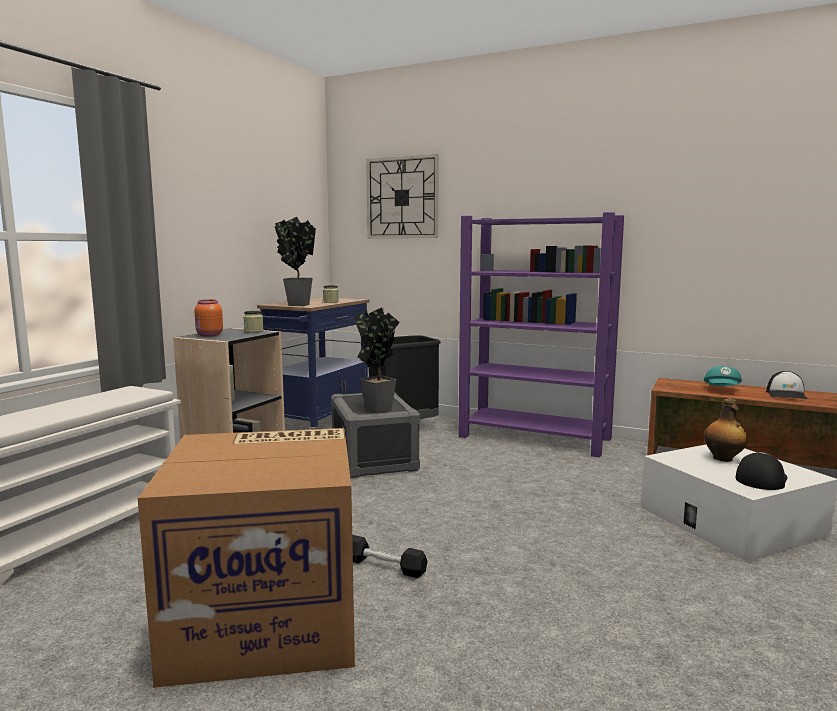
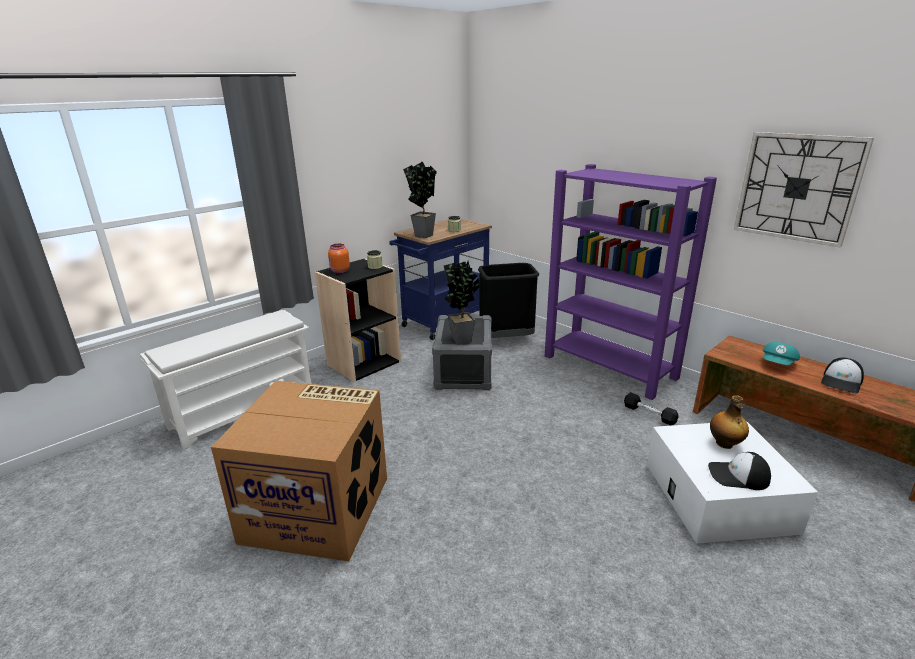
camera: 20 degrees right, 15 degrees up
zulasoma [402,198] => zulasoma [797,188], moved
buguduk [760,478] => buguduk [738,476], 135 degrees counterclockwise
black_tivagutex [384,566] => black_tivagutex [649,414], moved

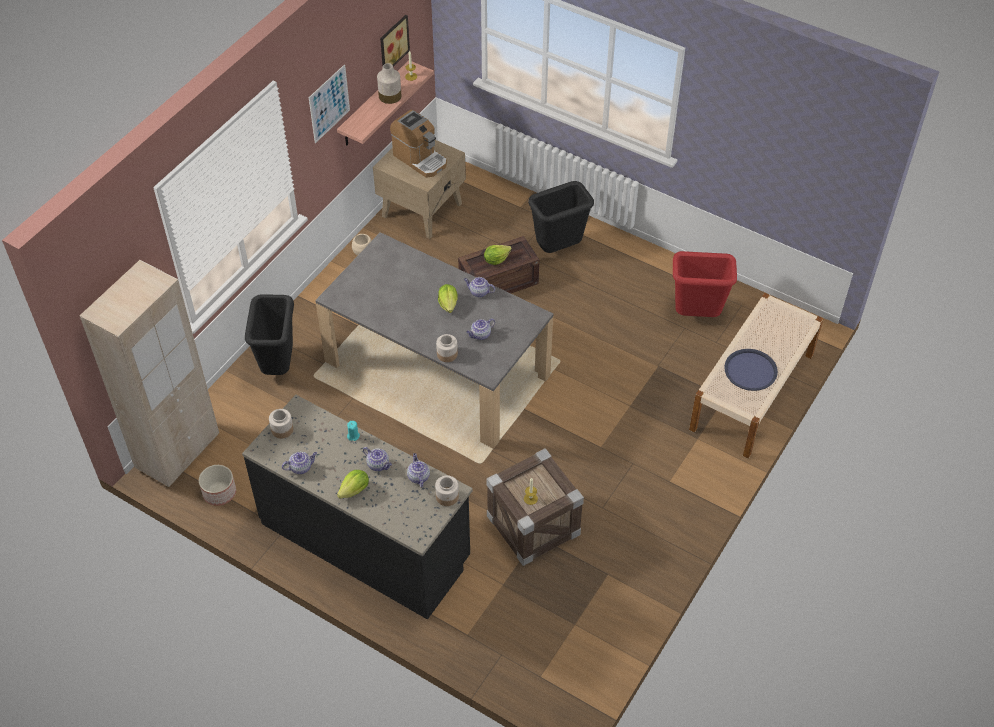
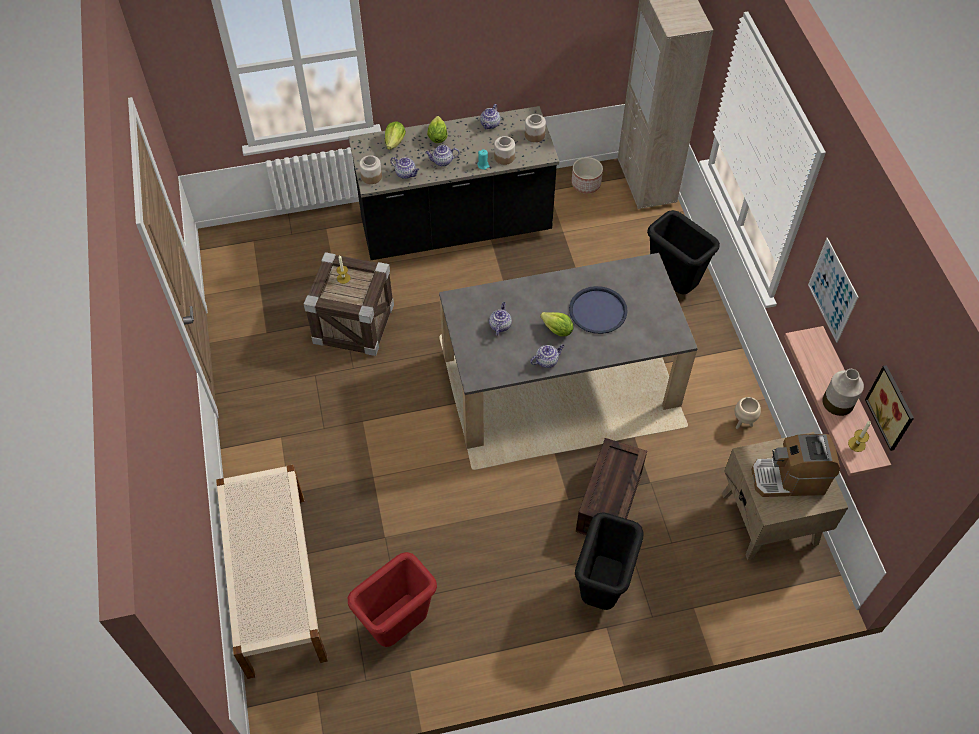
camera: 135 degrees right, 5 degrees up
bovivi [496,260] => bovivi [395,142], moved
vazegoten [447,354] => vazegoten [504,157], moved
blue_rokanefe [750,370] => blue_rokanefe [598,311], moved

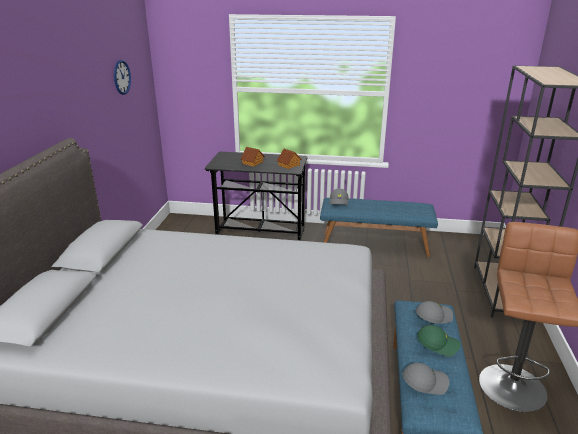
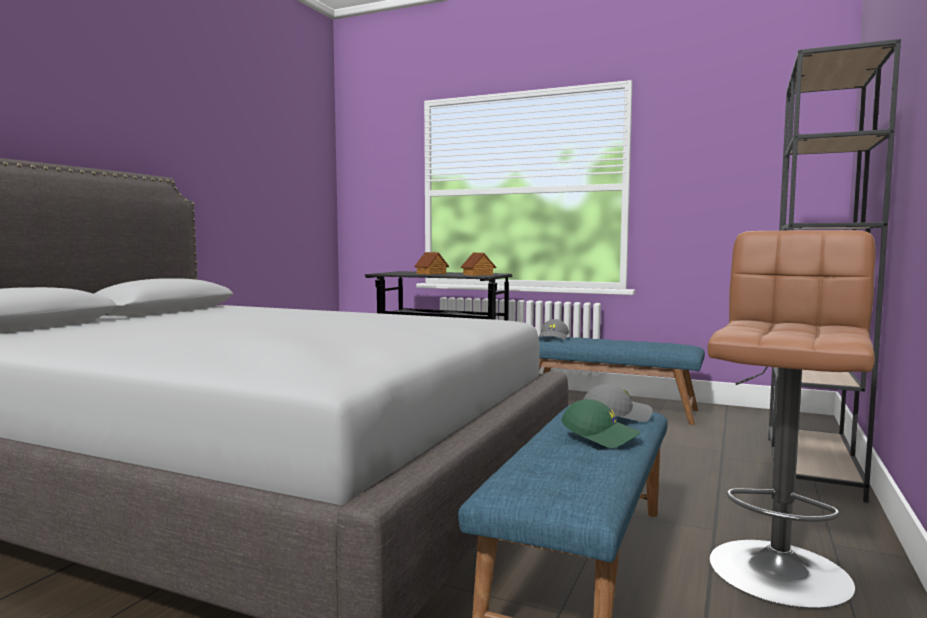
camera: 15 degrees right, 20 degrees down
zulasoma [122,77] => nothing
grey_buguduk [424,382] => nothing

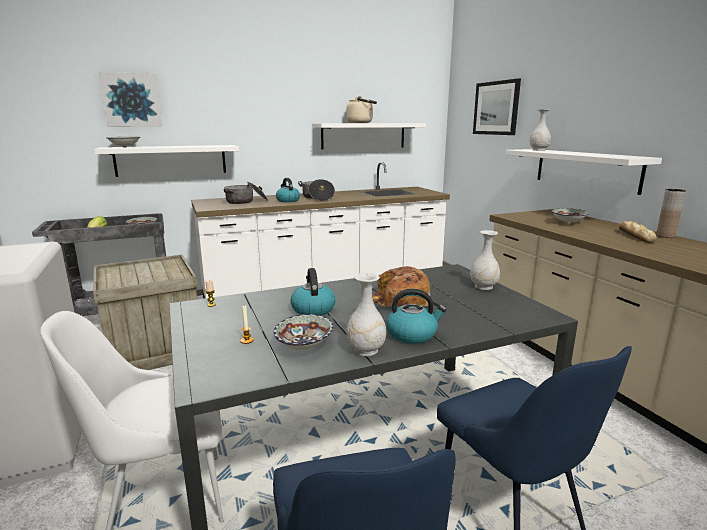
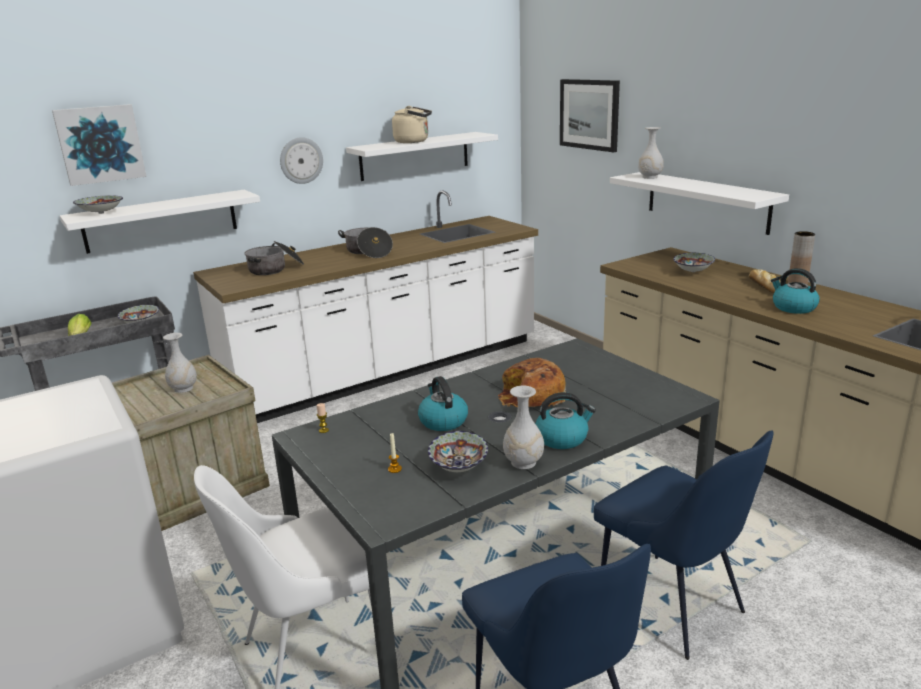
camera: 10 degrees left, 5 degrees up
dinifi [287,200] => dinifi [793,307], moved
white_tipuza [484,287] => white_tipuza [184,389], moved
nothing => zulasoma [301,160]

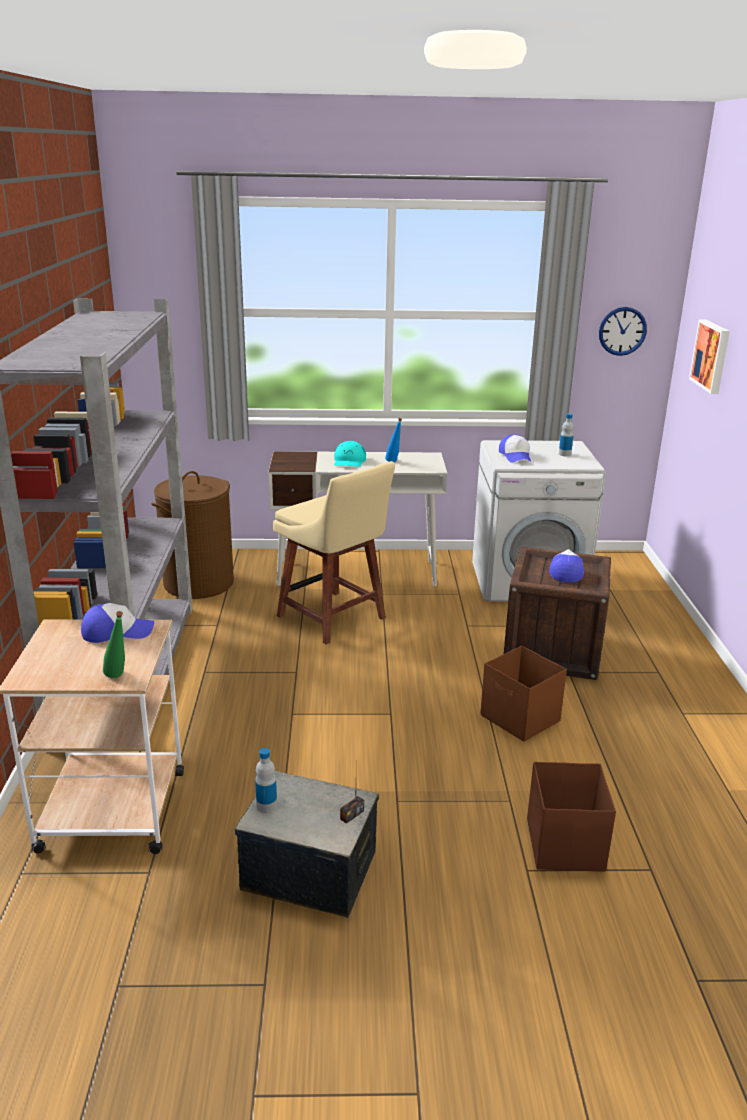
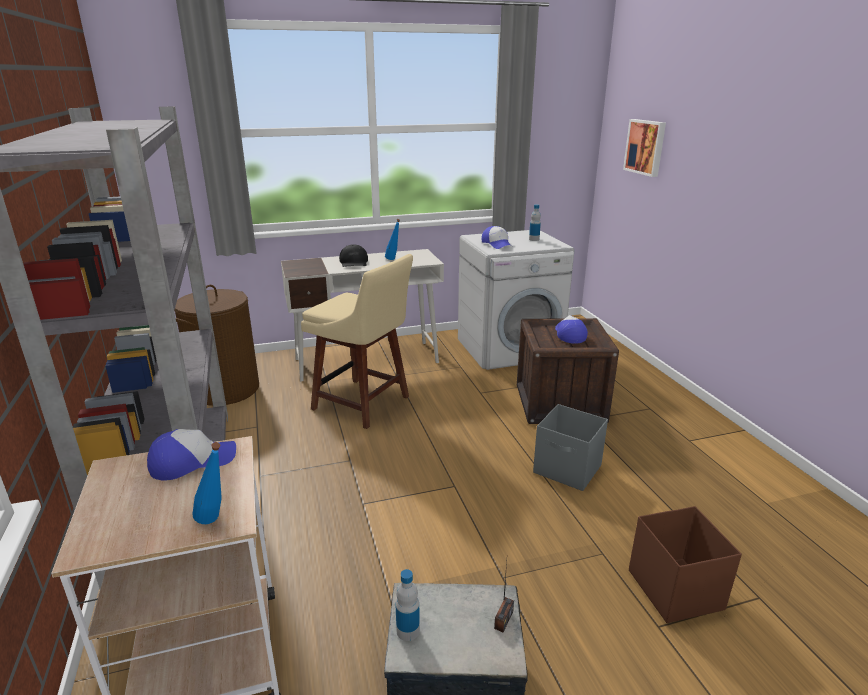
camera: 15 degrees left, 0 degrees up
zulasoma [622,331] => nothing
turquoise_buguduk [349,461] => black_buguduk [354,262]
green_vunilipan [119,678] => blue_vunilipan [216,522]
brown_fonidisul [520,719] => grey_fonidisul [568,470]

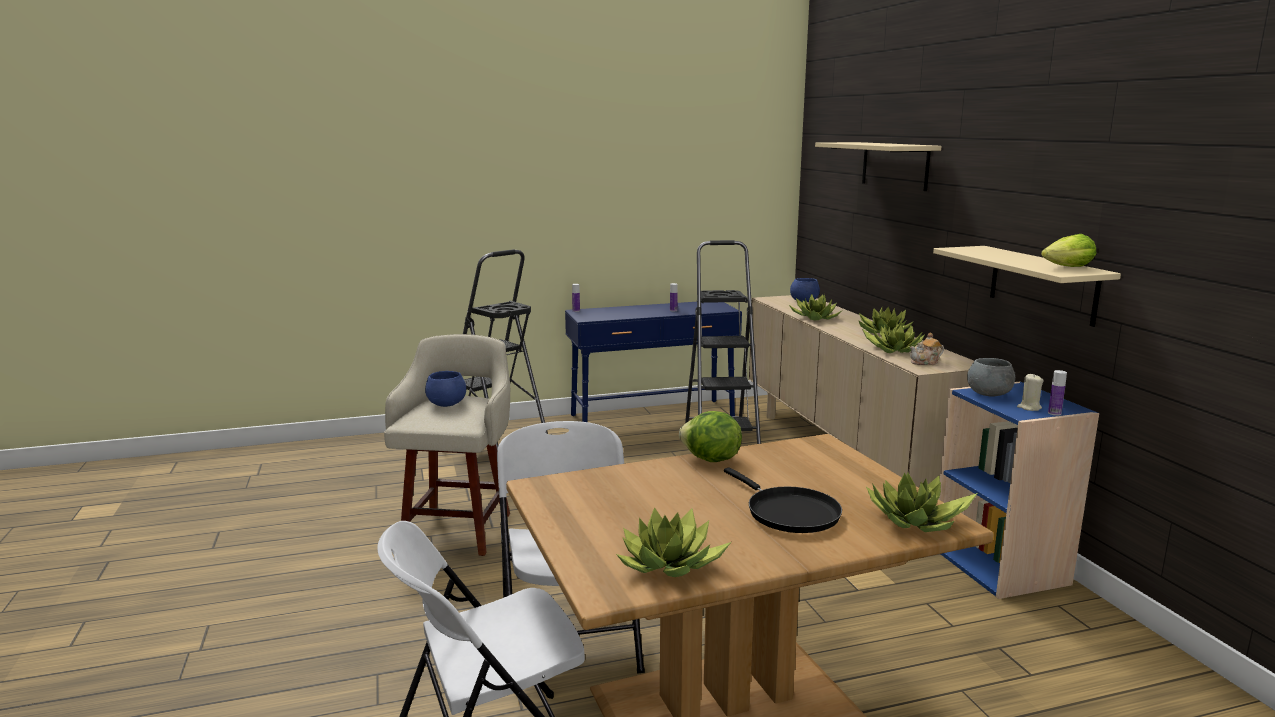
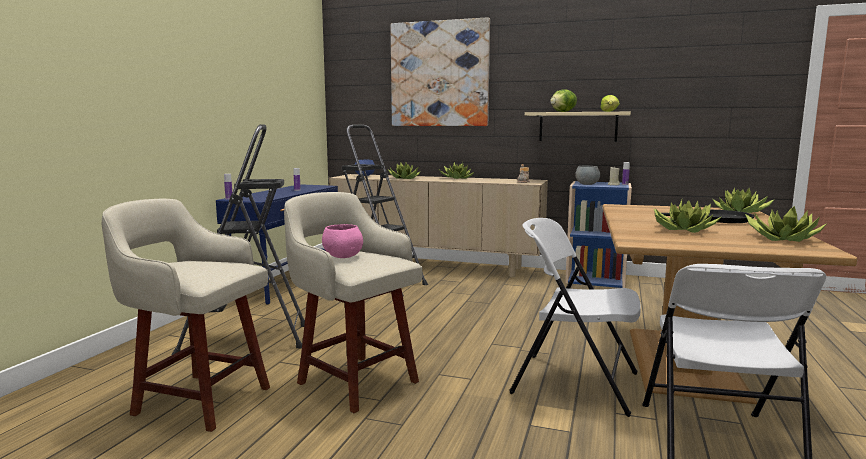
camera: 55 degrees left, 5 degrees down
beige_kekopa [894,165] => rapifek [439,74]
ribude [894,349] => ribude [681,229], moved
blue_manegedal [447,404] => pink_manegedal [343,256]
bovivi [710,460] => bovivi [563,112], moved
nothing => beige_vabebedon [198,400]

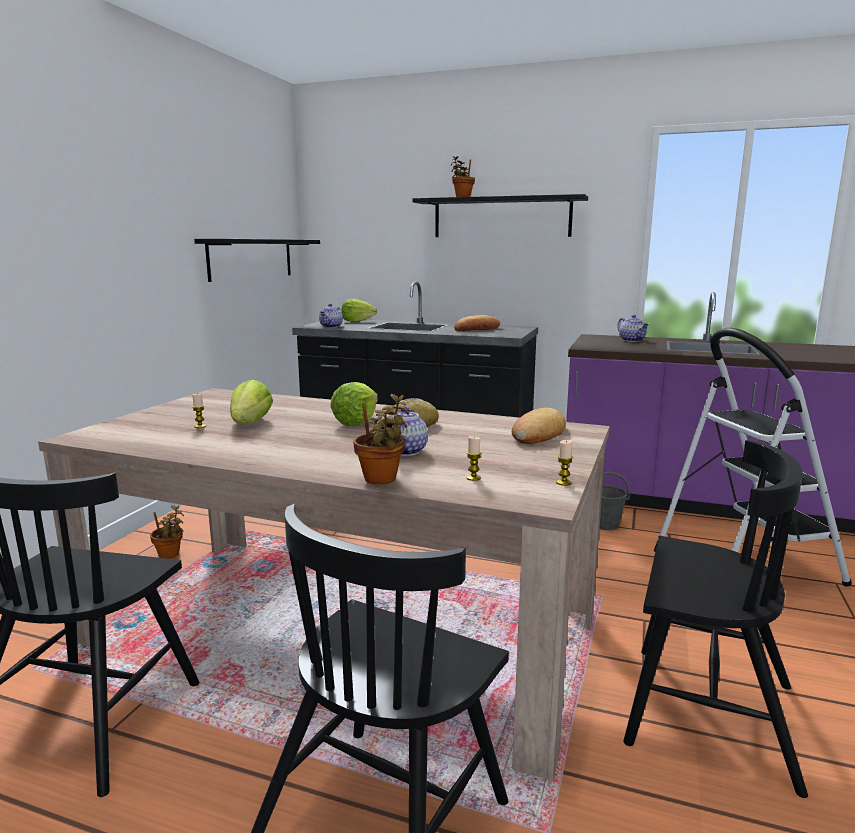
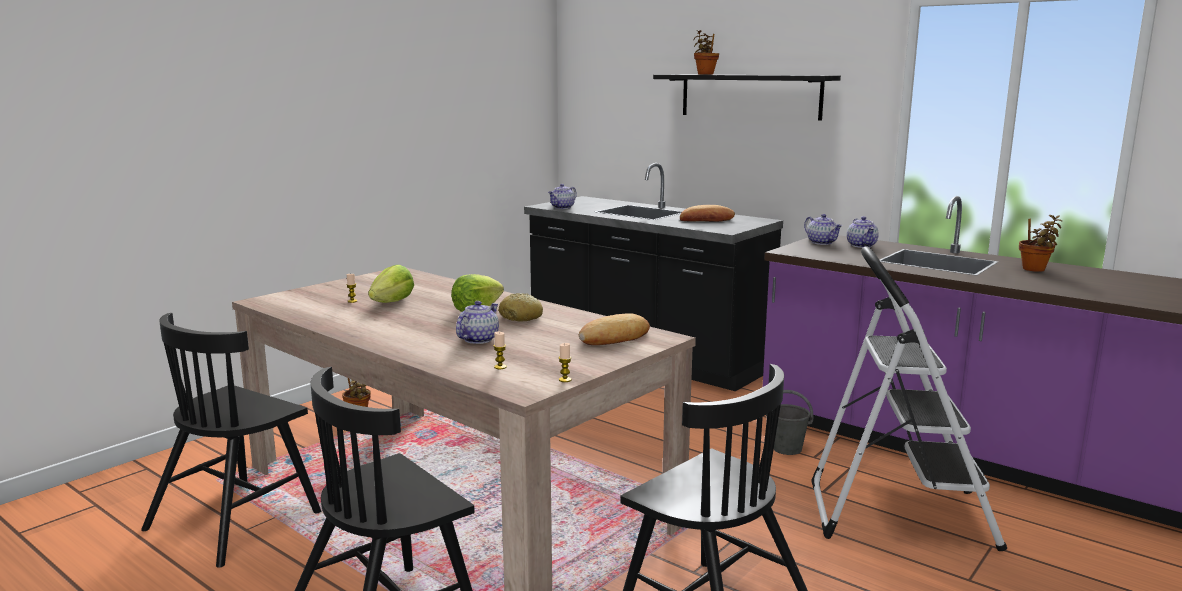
camera: 20 degrees right, 0 degrees up
black_kekopa [251,259] => nothing
bovivi [357,321] => nothing
ribude [382,480] => ribude [1035,269], moved
nothing => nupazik [822,242]

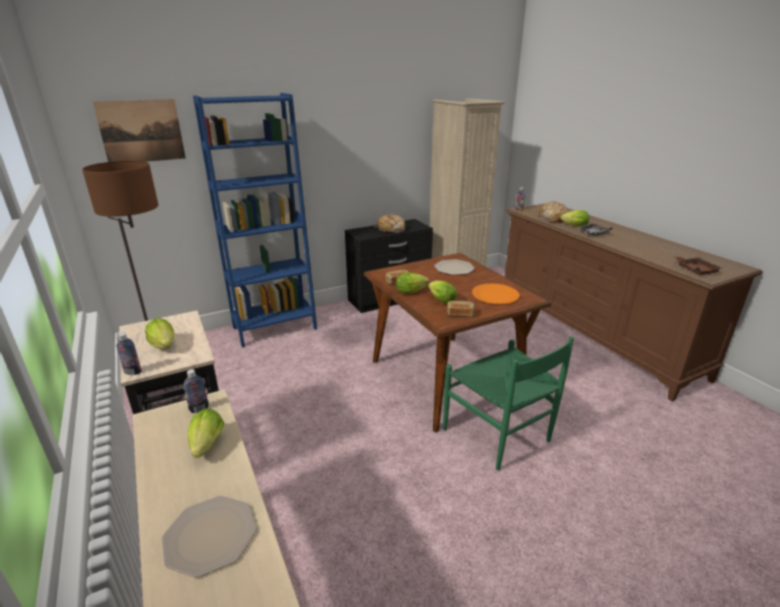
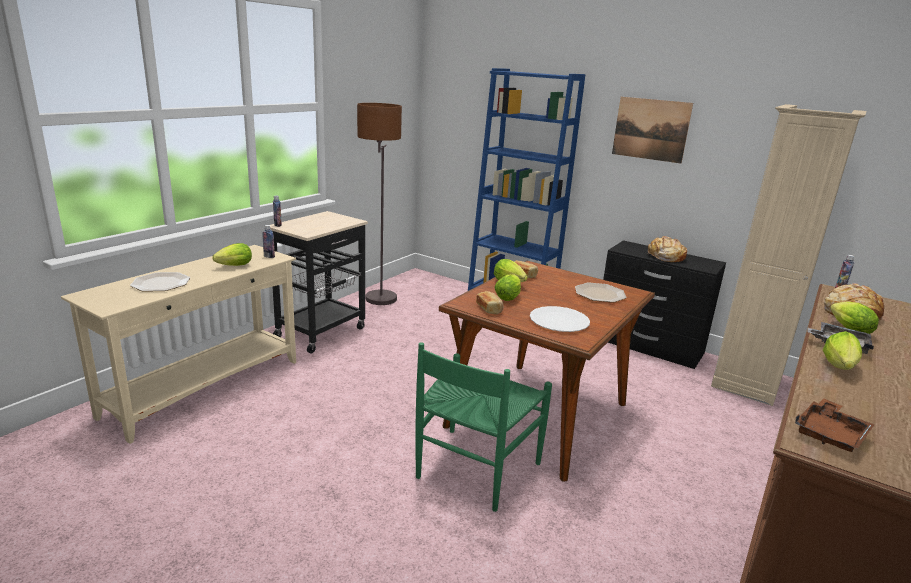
camera: 60 degrees right, 5 degrees down
rapifek [141,131] => rapifek [650,129], moved
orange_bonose [495,295] => white_bonose [559,321]
bovivi [165,347] => bovivi [839,368], moved

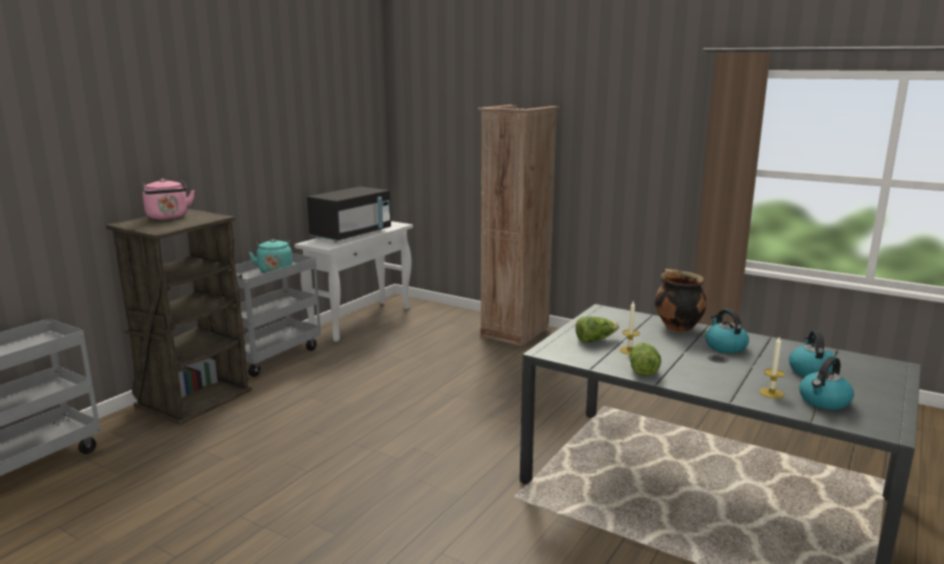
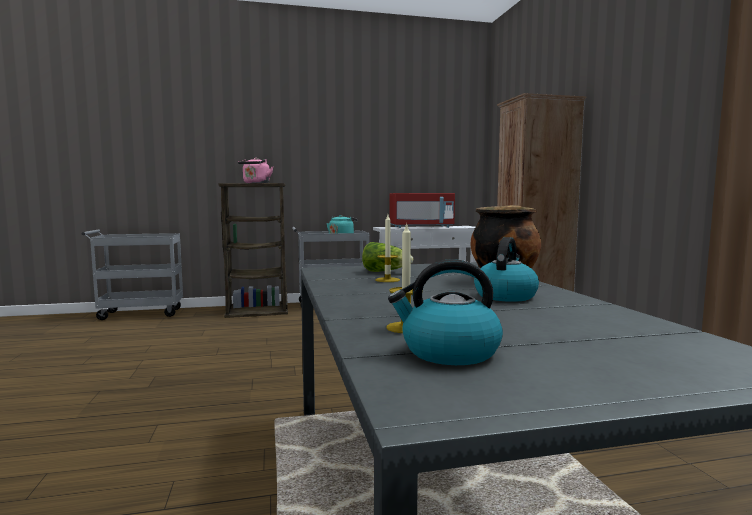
camera: 45 degrees right, 10 degrees down
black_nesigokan [351,235] => red_nesigokan [421,227]
dinifi [811,371] => nothing
bovivi [642,369] => nothing

